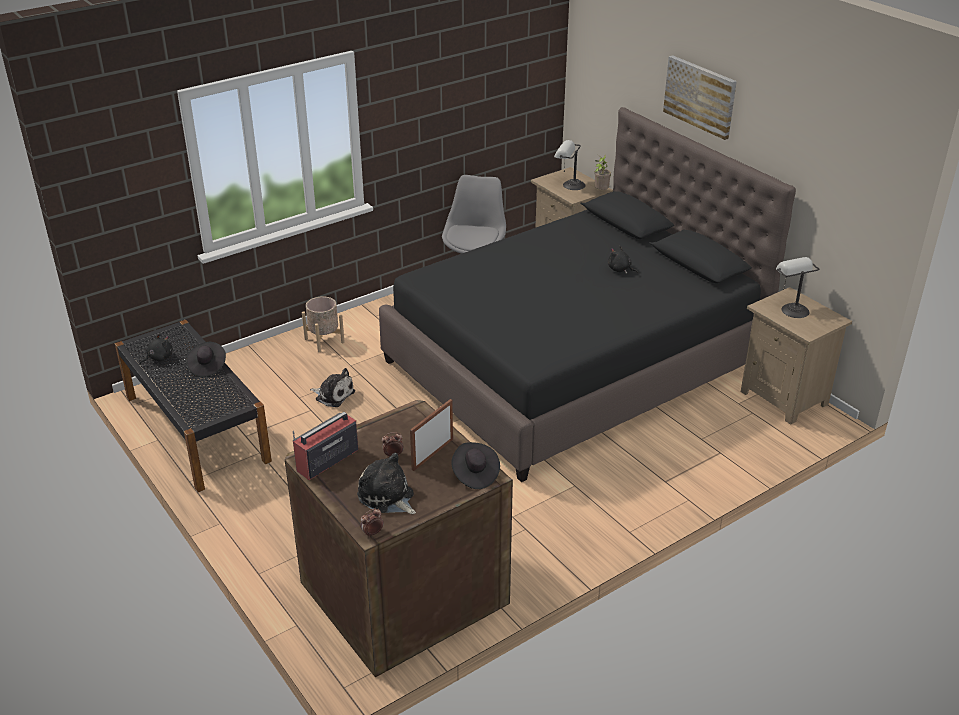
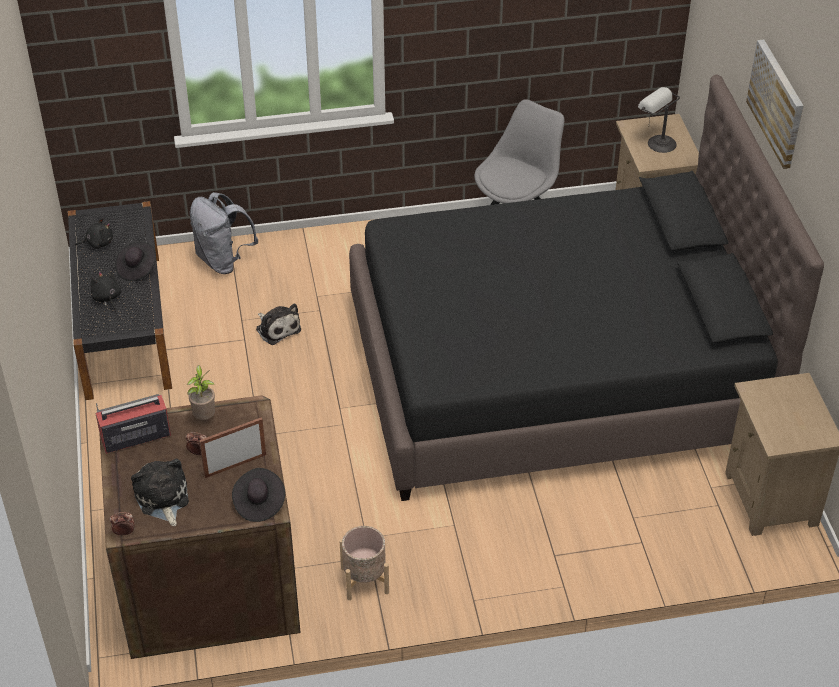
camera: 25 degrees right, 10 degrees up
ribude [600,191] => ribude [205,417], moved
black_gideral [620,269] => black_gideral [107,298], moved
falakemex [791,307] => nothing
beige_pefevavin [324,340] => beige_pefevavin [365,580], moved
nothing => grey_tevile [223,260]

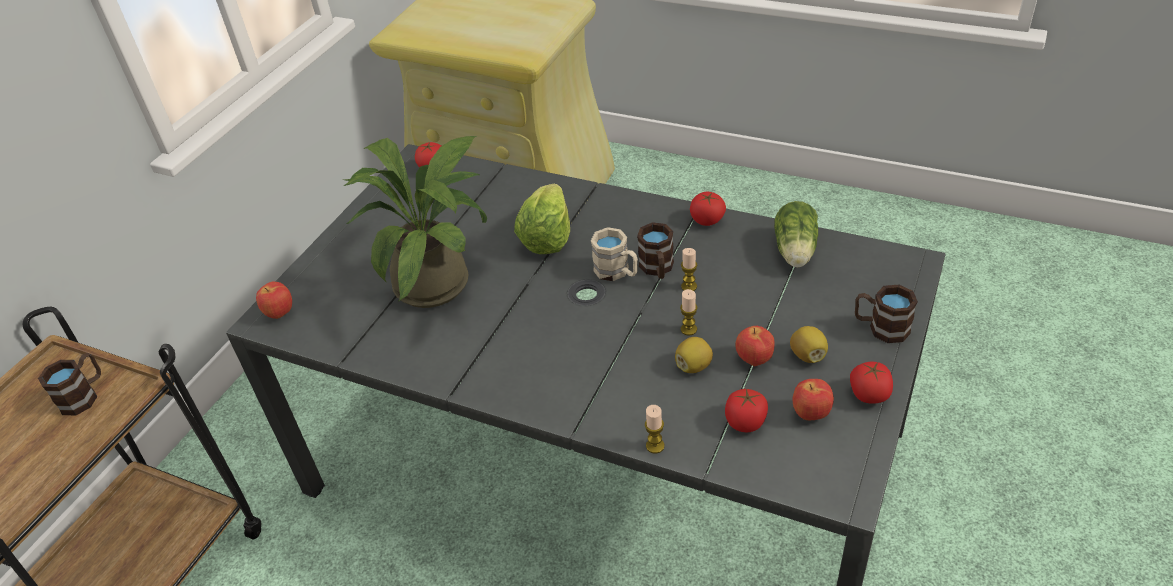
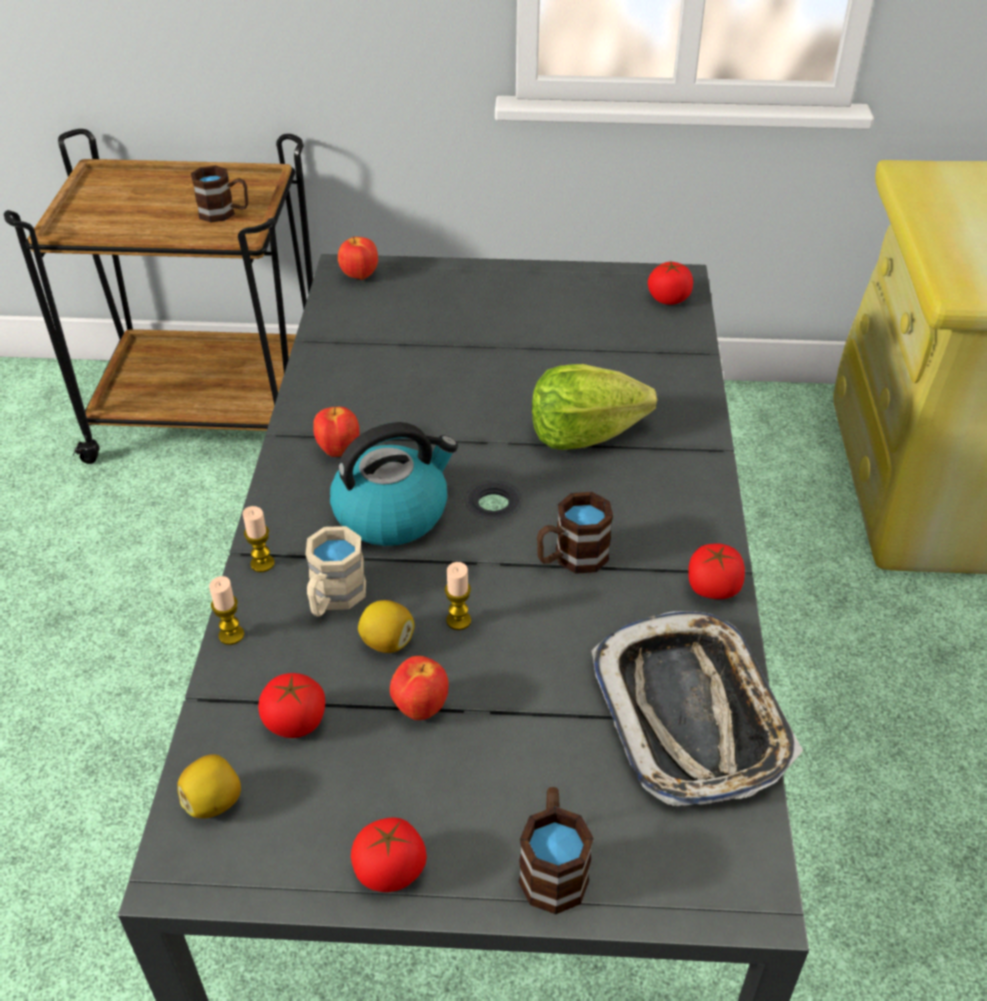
camera: 65 degrees right, 0 degrees up
ribude [440,280] => nothing
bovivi [795,252] => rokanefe [691,714]
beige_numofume [617,272] => beige_numofume [333,598], moved
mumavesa [689,286] => mumavesa [262,563], moved
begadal [807,355] => begadal [214,801], moved
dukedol [811,414] => dukedol [338,451], moved
nothing => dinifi [392,512]

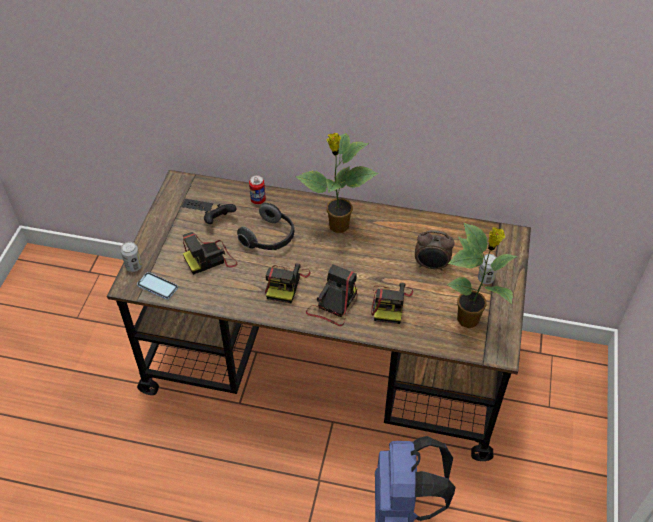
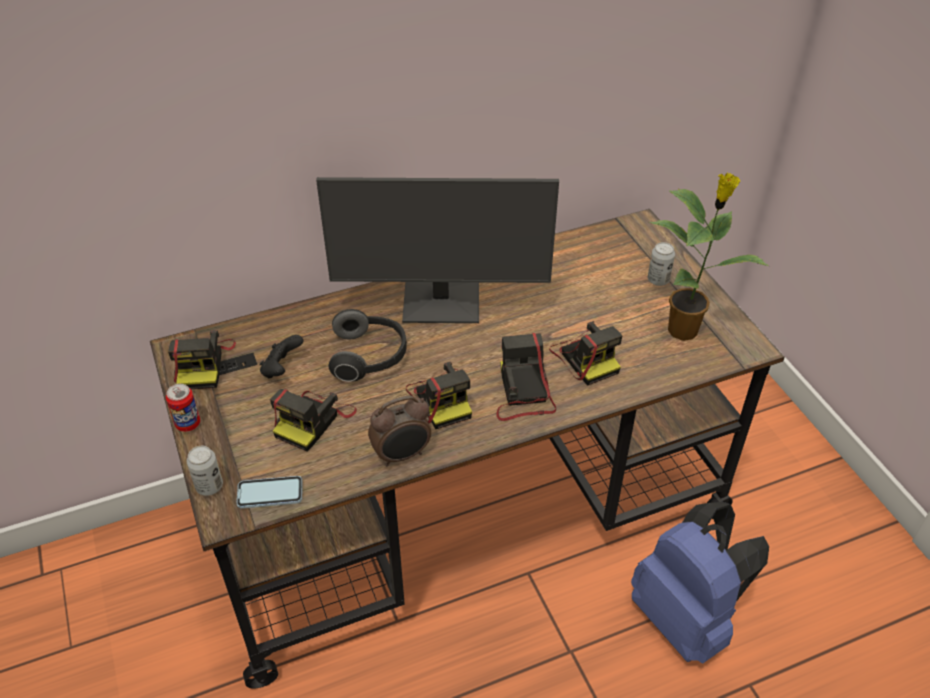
camera: 35 degrees left, 5 degrees down
ribude [337,226] => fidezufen [441,304]
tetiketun [258,200] => tetiketun [188,424], moved
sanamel [431,266] => sanamel [402,455], moved
nothing => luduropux [203,364]

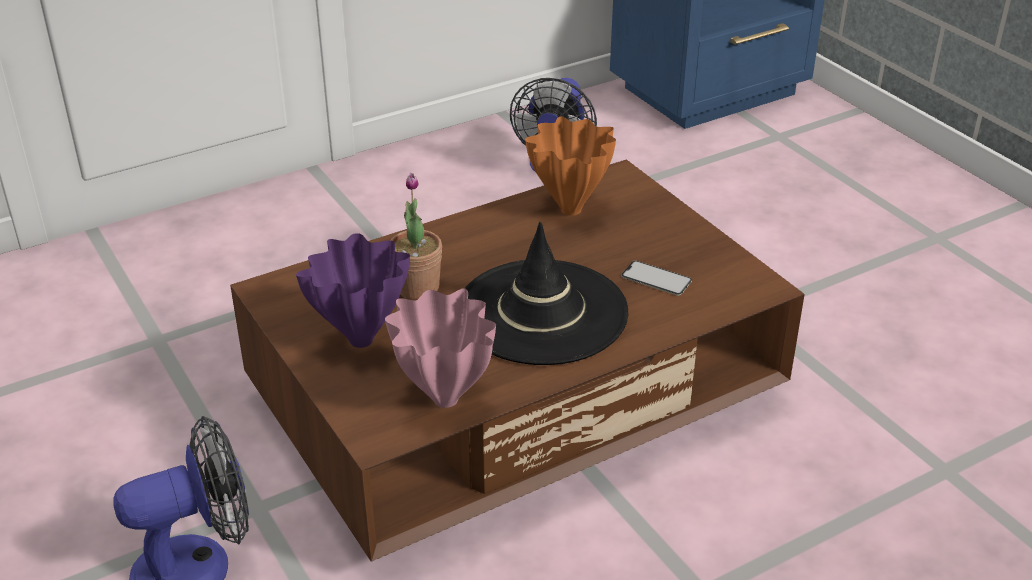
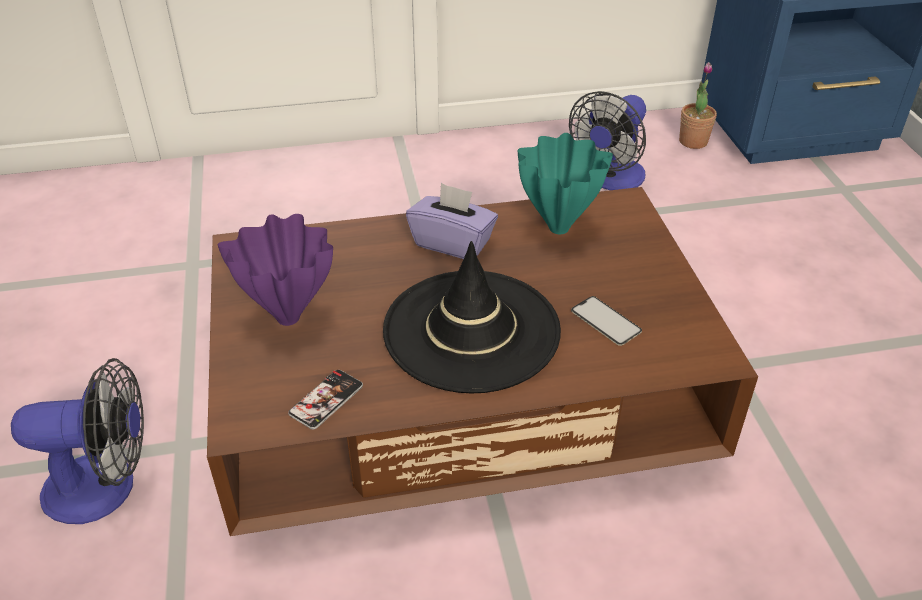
camera: 20 degrees right, 5 degrees up
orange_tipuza [570,209] => turquoise_tipuza [559,227]
ribude [417,287] => ribude [693,141], moved
pink_tipuza [444,398] => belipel [326,400]
nothing => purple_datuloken [453,243]

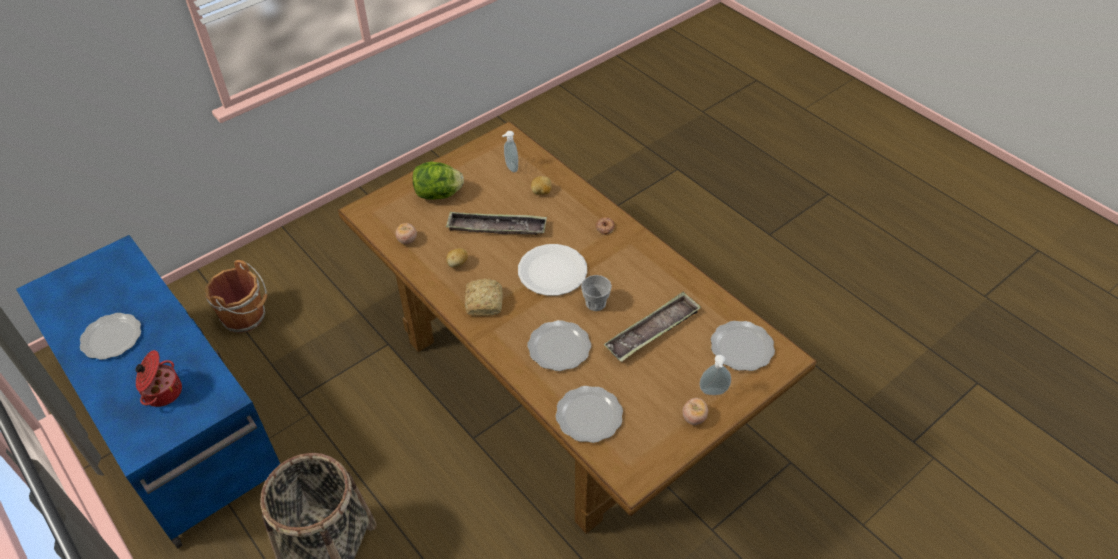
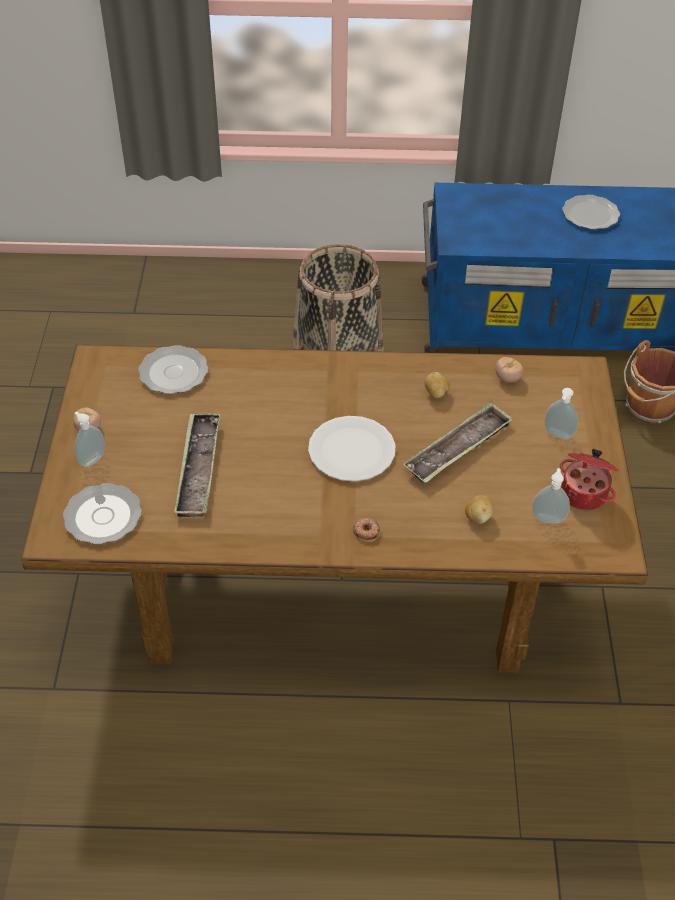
camera: 130 degrees right, 0 degrees up
bovivi [438,195] => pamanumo [557,435]
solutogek [595,303] => nothing
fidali [485,302] => nothing
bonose [558,347] => nothing
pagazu [162,392] => pagazu [584,493], moved

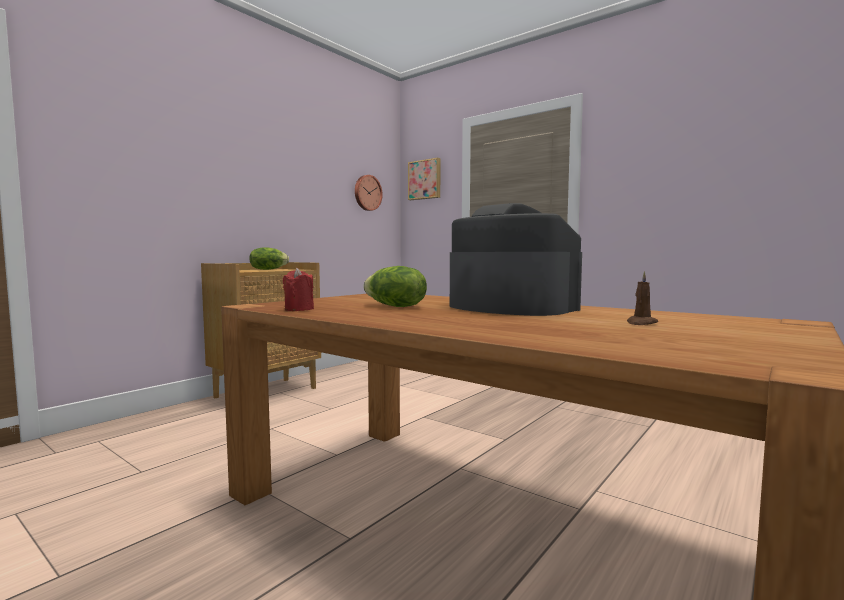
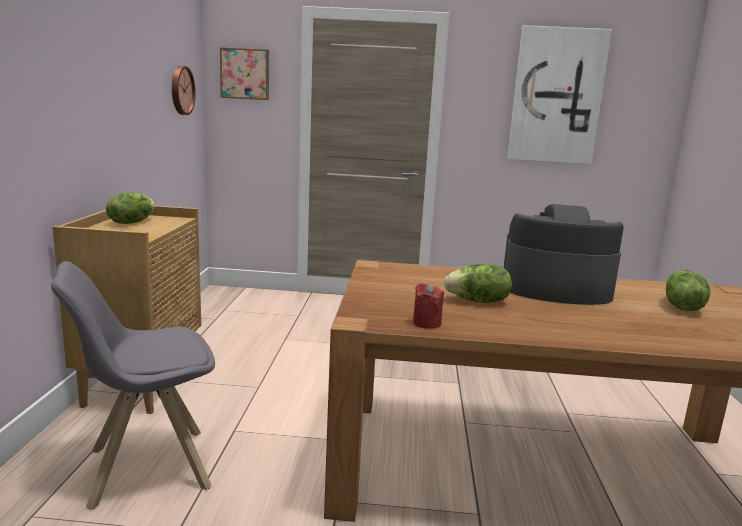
camera: 35 degrees left, 10 degrees up
brown_mumavesa [641,323] => bovivi [681,307]
nothing => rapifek [556,96]
nothing => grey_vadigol [148,467]

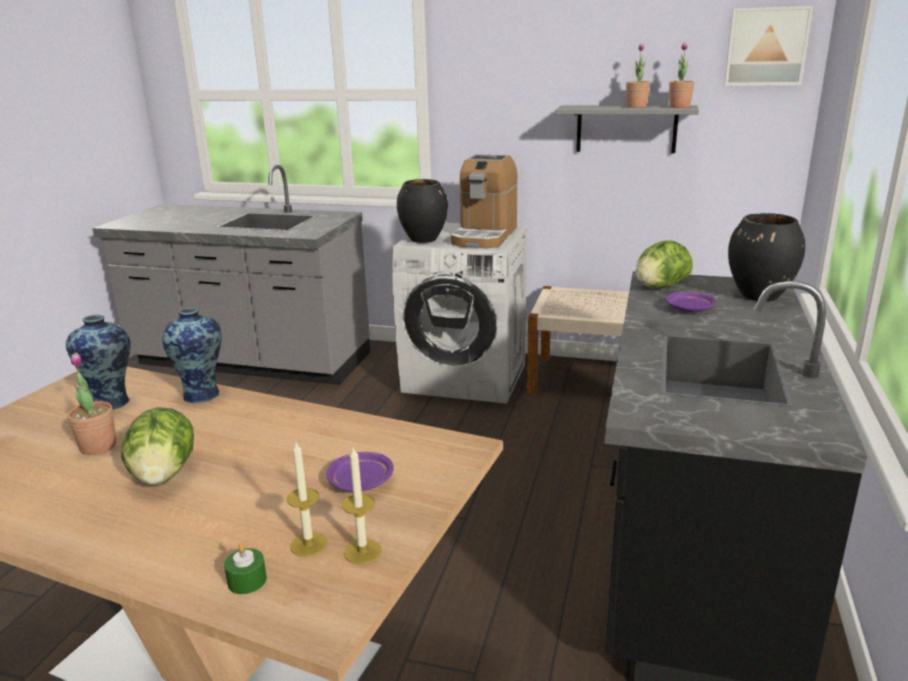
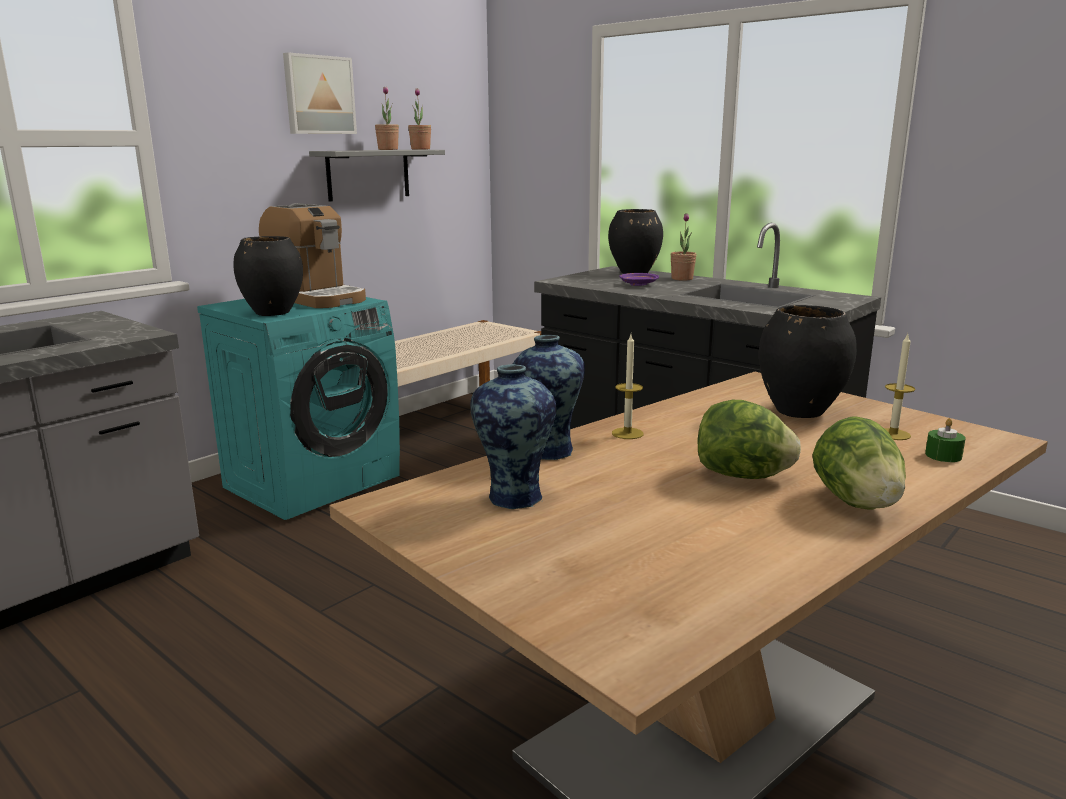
camera: 65 degrees left, 5 degrees down
rapifek [766,46] => rapifek [318,95], moved
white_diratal [465,381] => turquoise_diratal [313,485]
bovivi [660,287] => bovivi [856,502], moved
ribude [98,446] => ribude [682,279], moved
mumavesa [362,551] => mumavesa [627,433], moved
purple_bonose [361,481] => black_tipuza [799,411]

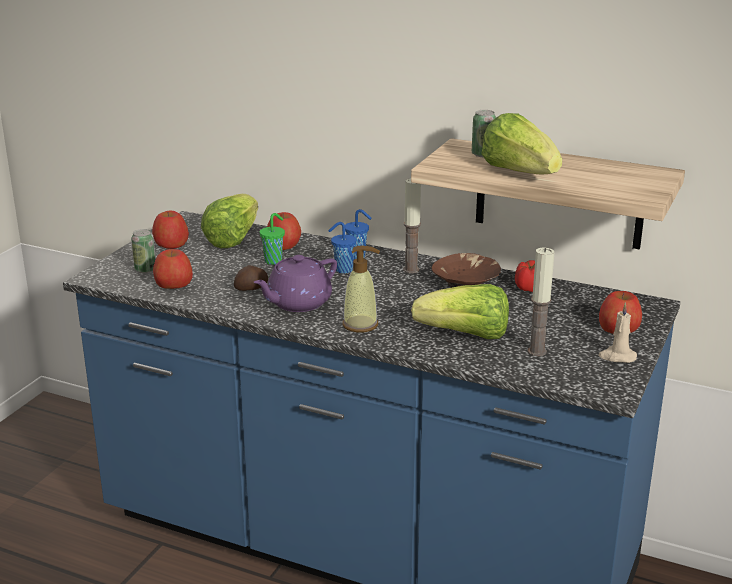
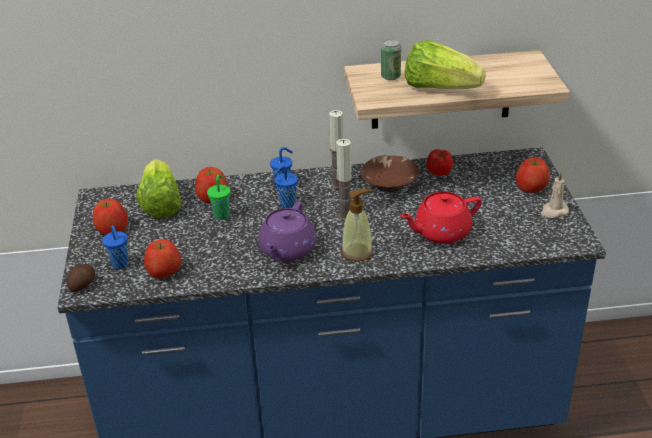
camera: 30 degrees left, 10 degrees up
tetiketun [145,270] => blue_solutogek [120,265]
mumavesa [537,351] => mumavesa [345,215], moved
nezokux [252,288] => nezokux [83,285], moved
bovivi [465,335] => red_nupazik [440,232]

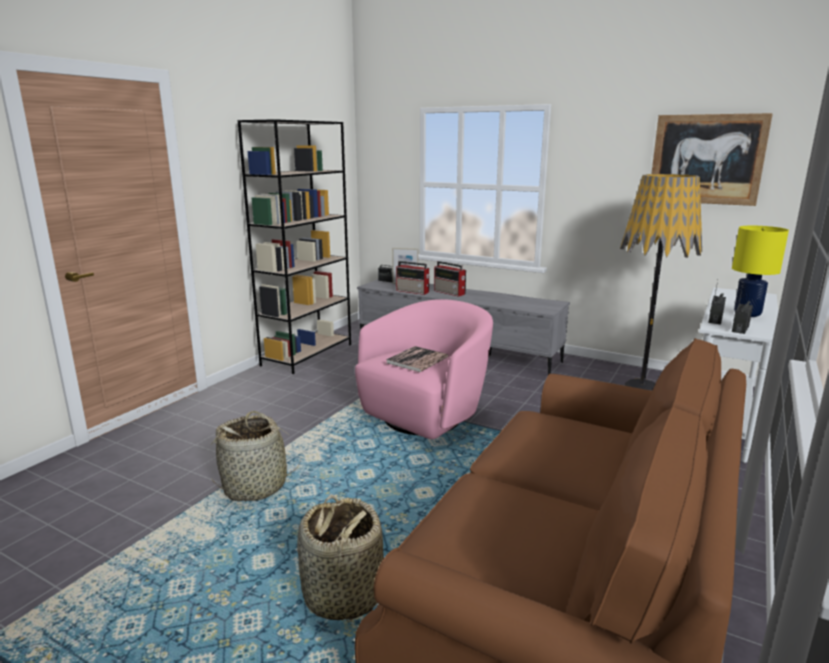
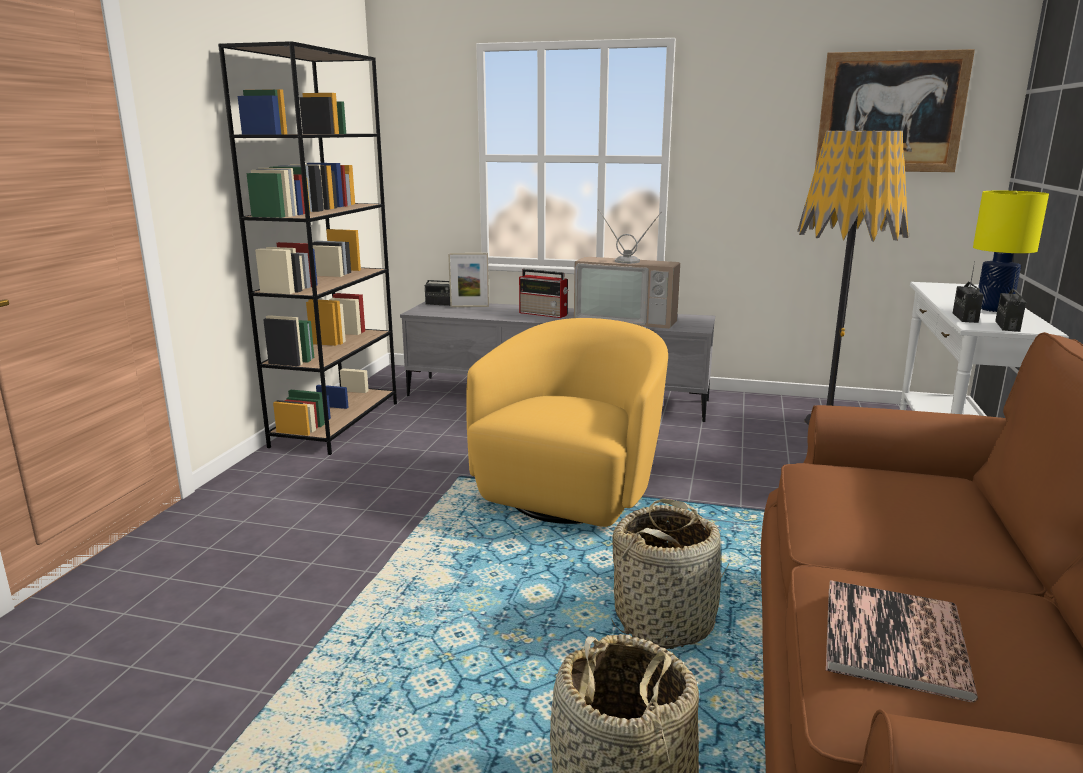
camera: 15 degrees left, 0 degrees up
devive [413,291] => nothing
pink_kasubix [427,415] => yellow_kasubix [572,492]
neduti [417,360] => neduti [894,639], moved
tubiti [256,486] => tubiti [665,621], moved
nothing => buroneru [627,319]

